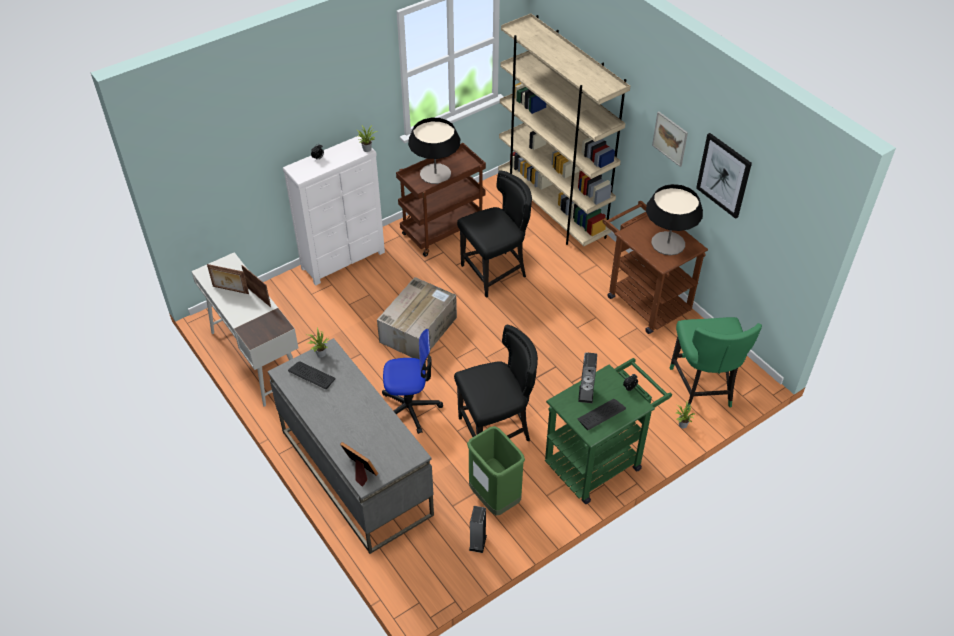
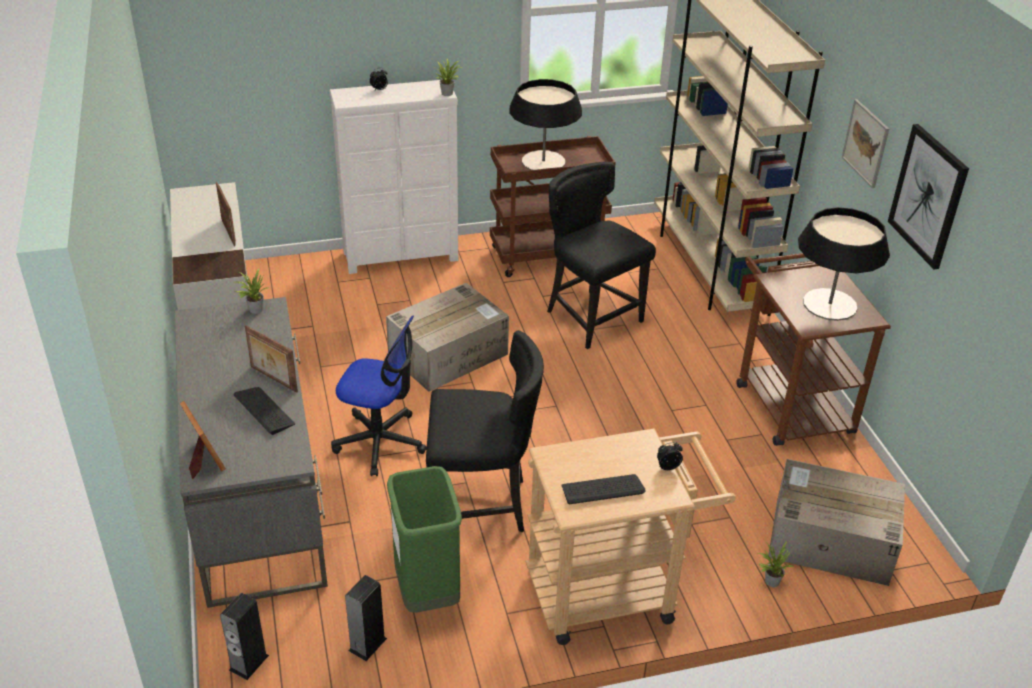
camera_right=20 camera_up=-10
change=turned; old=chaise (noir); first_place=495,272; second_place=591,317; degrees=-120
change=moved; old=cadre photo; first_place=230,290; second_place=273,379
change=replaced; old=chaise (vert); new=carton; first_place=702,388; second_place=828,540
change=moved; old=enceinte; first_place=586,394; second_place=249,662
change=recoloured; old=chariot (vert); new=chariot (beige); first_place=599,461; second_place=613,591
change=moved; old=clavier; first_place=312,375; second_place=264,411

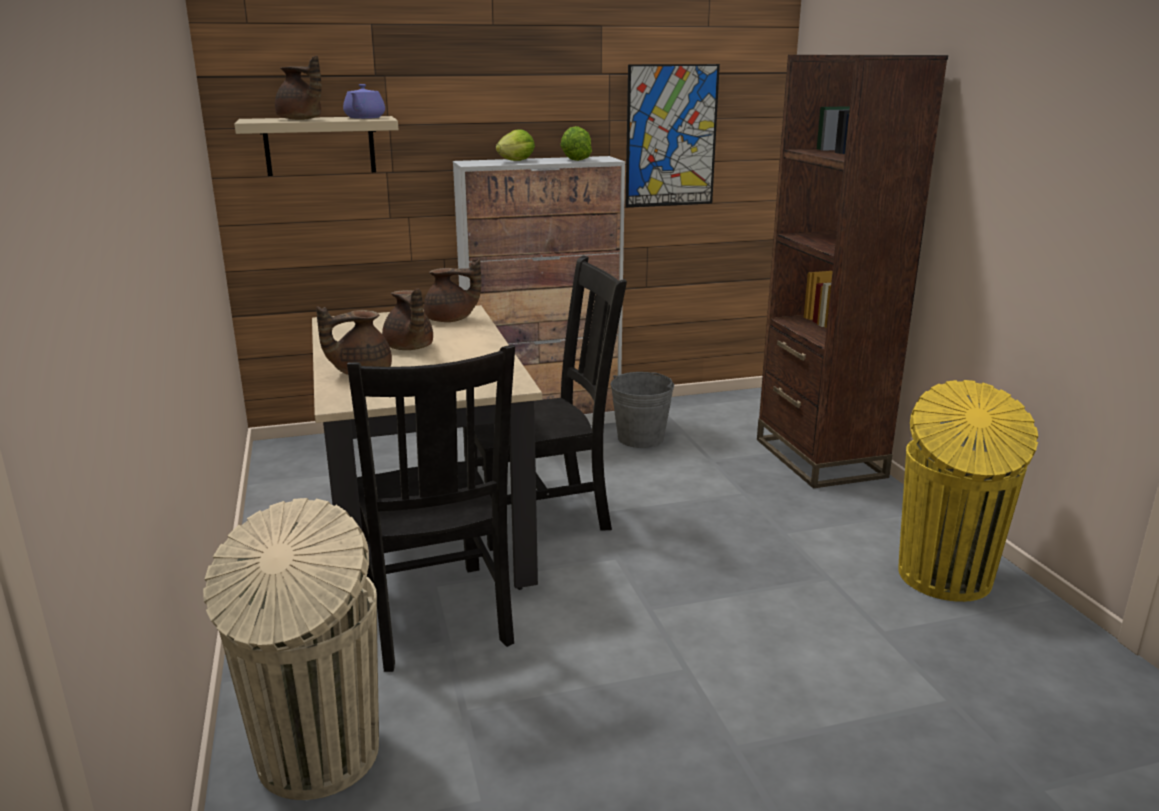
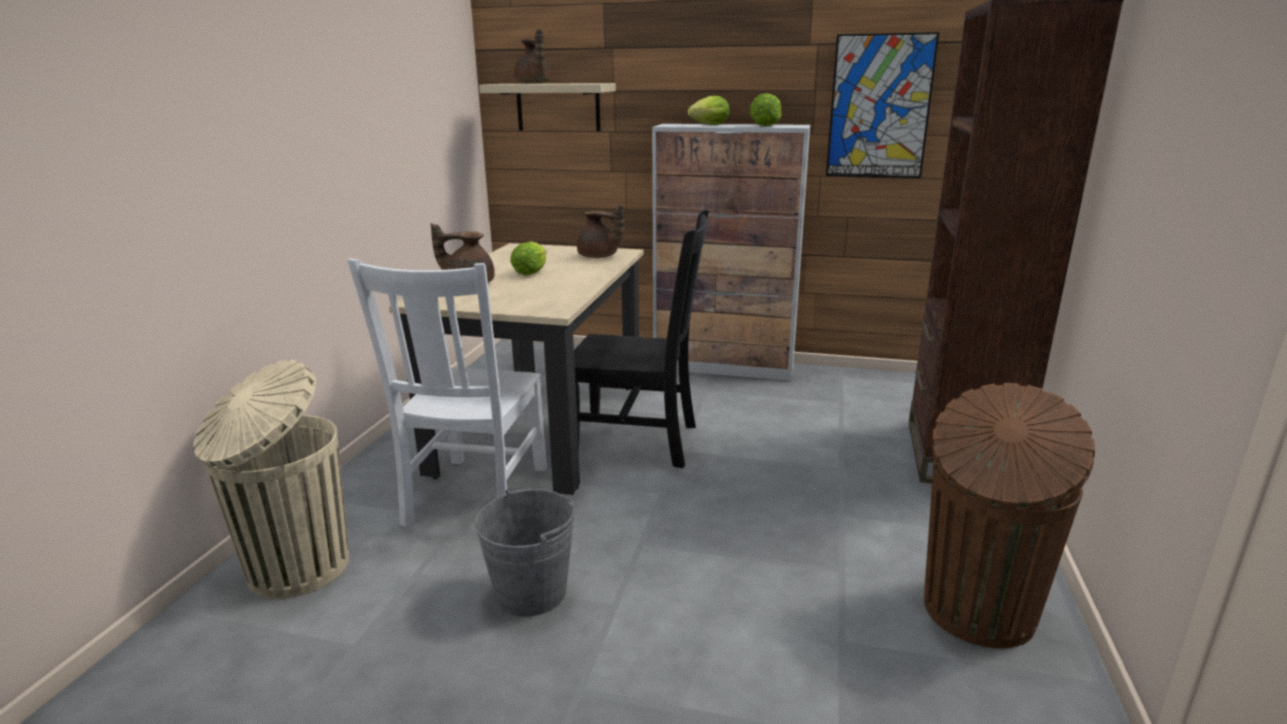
camera_right=30 camera_up=0
change=removed; old=théière (violet); first_place=364,118
change=replaced; old=théière (marron); new=laitue; first_place=409,348; second_place=532,272
change=recoloured; old=chaise (noir); new=chaise (blanc); first_place=435,618; second_place=475,497
change=moved; old=seau (gris); first_place=640,438; second_place=531,592
change=recoloured; old=poubelle (jaune); new=poubelle (marron); first_place=945,578; second_place=977,613

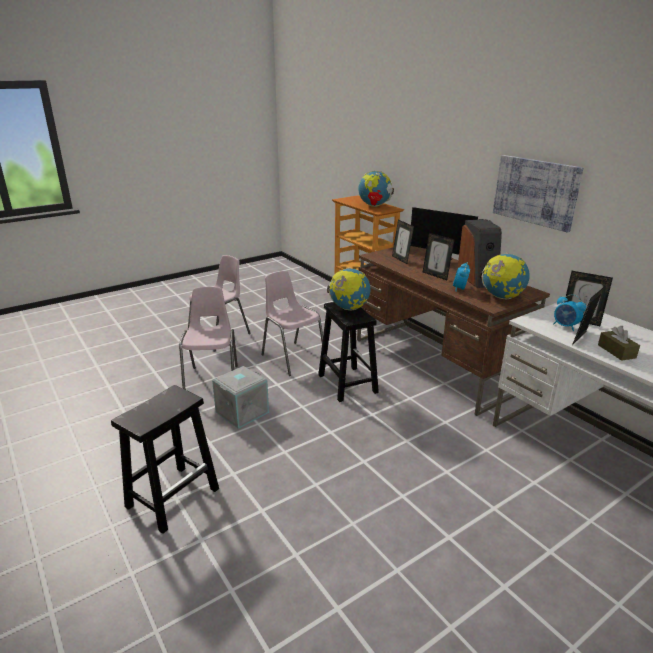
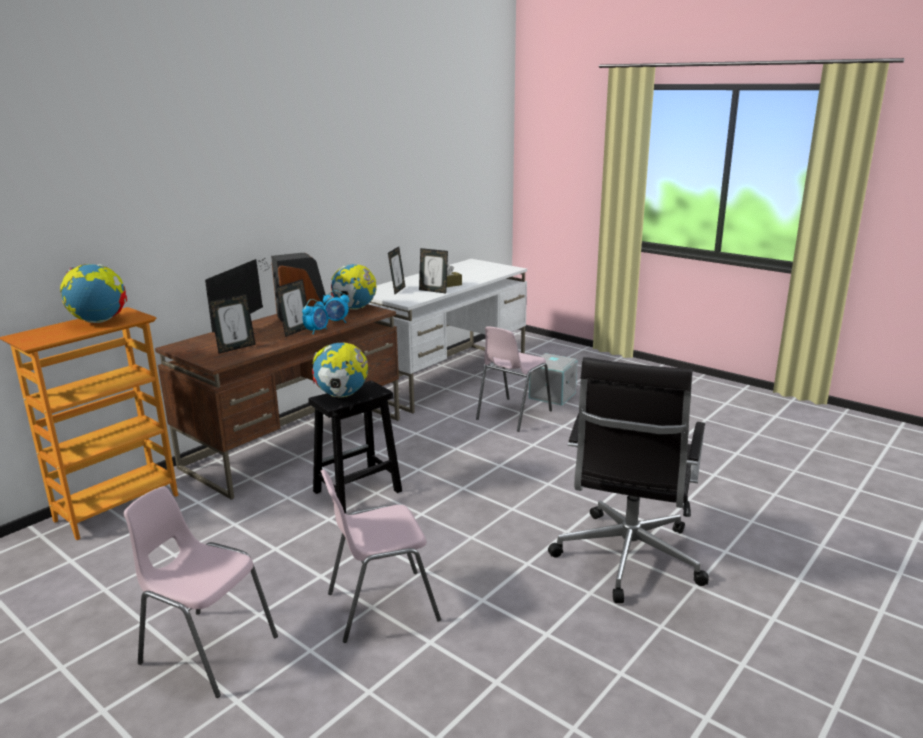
camera_right=-105 camera_up=-5
change=removed; old=tableau; first_place=535,191
change=moved; old=chaise (rose); first_place=293,358; second_place=512,415
change=moved; old=réveil; first_place=565,326; second_place=317,331
change=moved; old=boîte de rangement (gris); first_place=242,411; second_place=551,395
change=replaced; old=tabouret (noir); new=chaise de bureau (noir); first_place=173,497; second_place=627,559

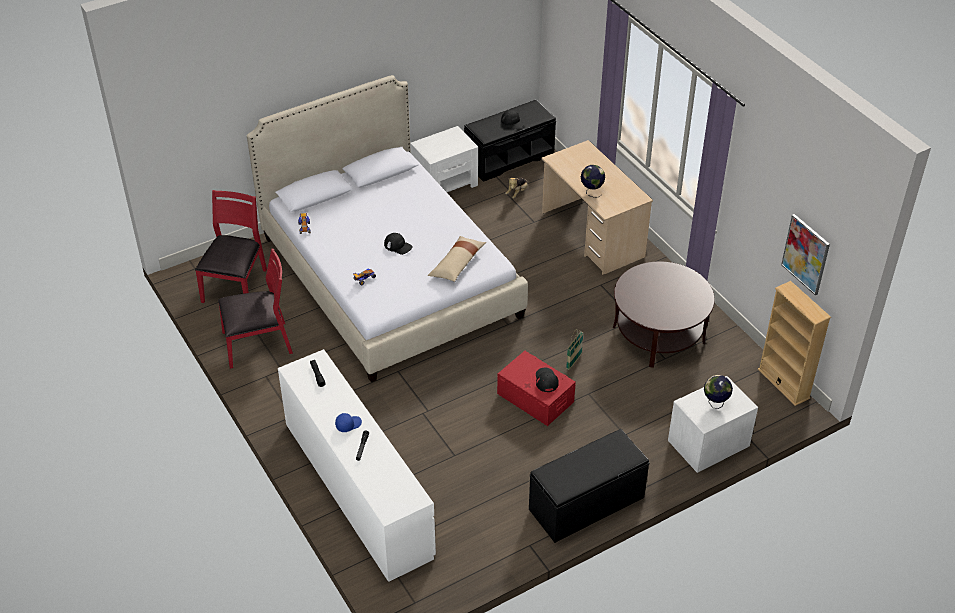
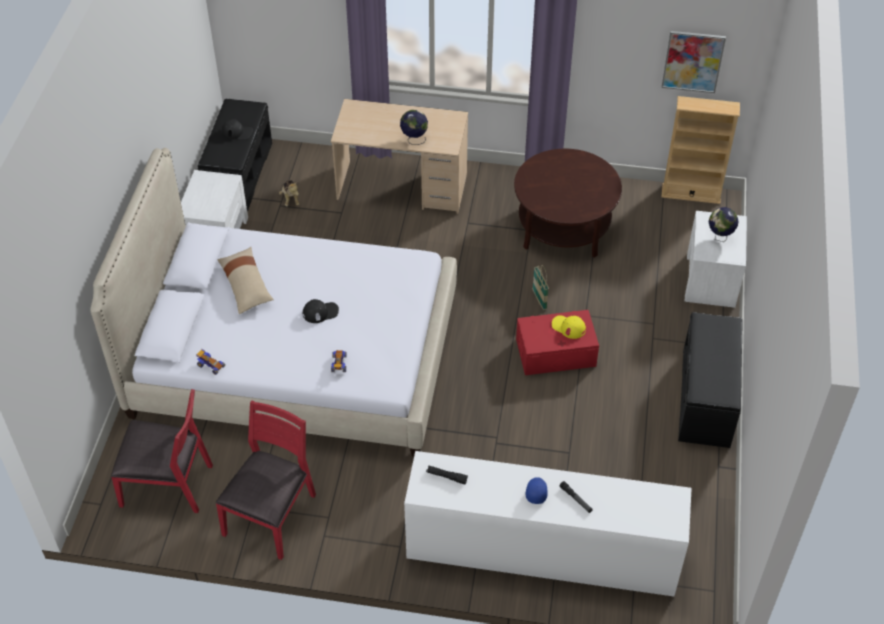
camera_right=-50 camera_up=5
change=turned; old=chaise (rouge); first_place=236,285; second_place=167,484; degrees=135
change=moved; old=coussin (beige); first_place=457,264; second_place=246,286
change=recoloured; old=casquette (noir); new=casquette (jaune); first_place=546,380; second_place=568,327

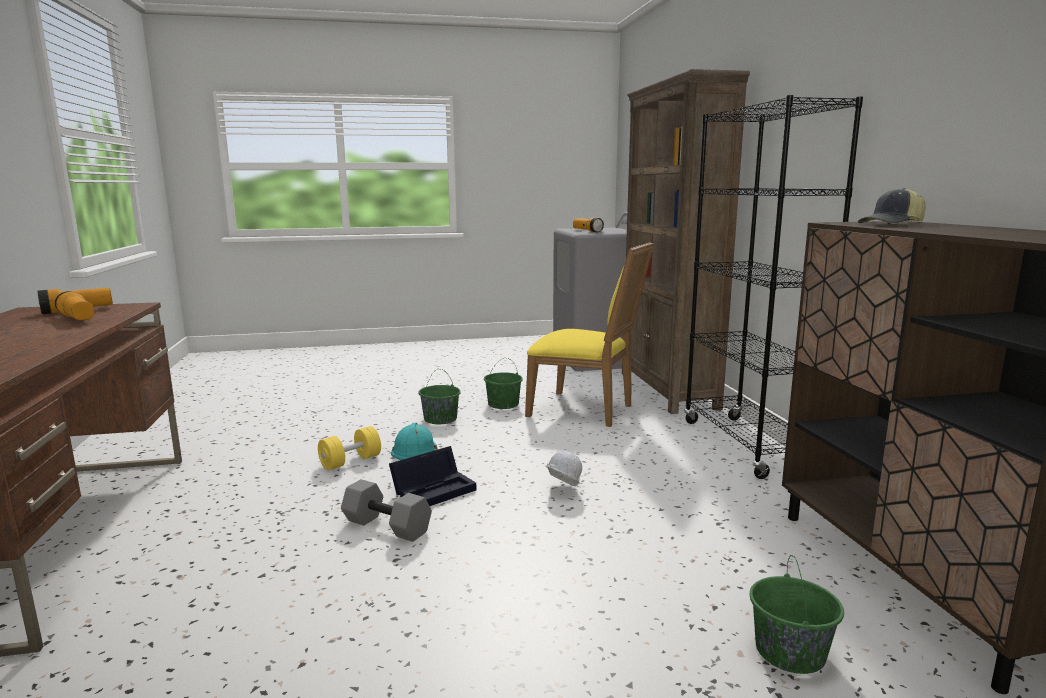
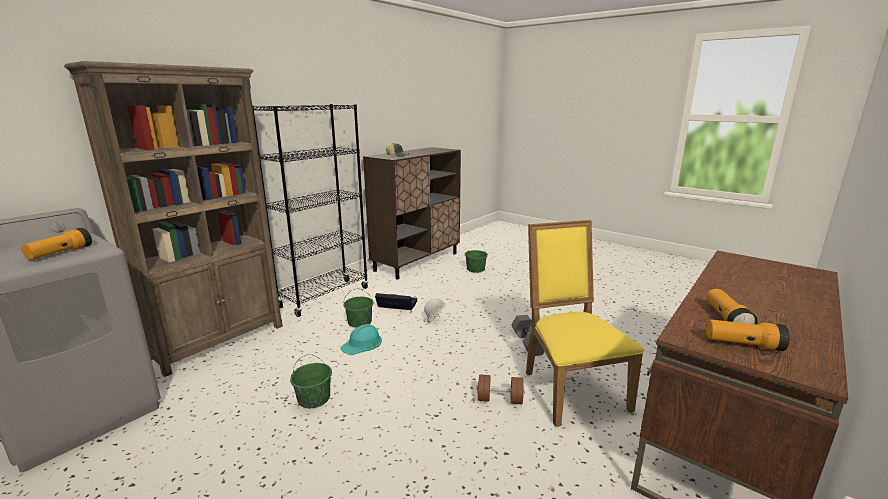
camera_right=-130 camera_up=5
change=moved; old=chaise (jaune); first_place=586,410; second_place=570,388
change=moved; old=seau (vert); first_place=440,419; second_place=360,322
change=moved; old=casque de chantier (turquoise); first_place=414,449; second_place=362,344
change=recoloured; old=haltère (jaune); new=haltère (marron); first_place=350,461; second_place=499,399
change=moved; old=boîte de rangement (noir); first_place=435,489; second_place=395,305

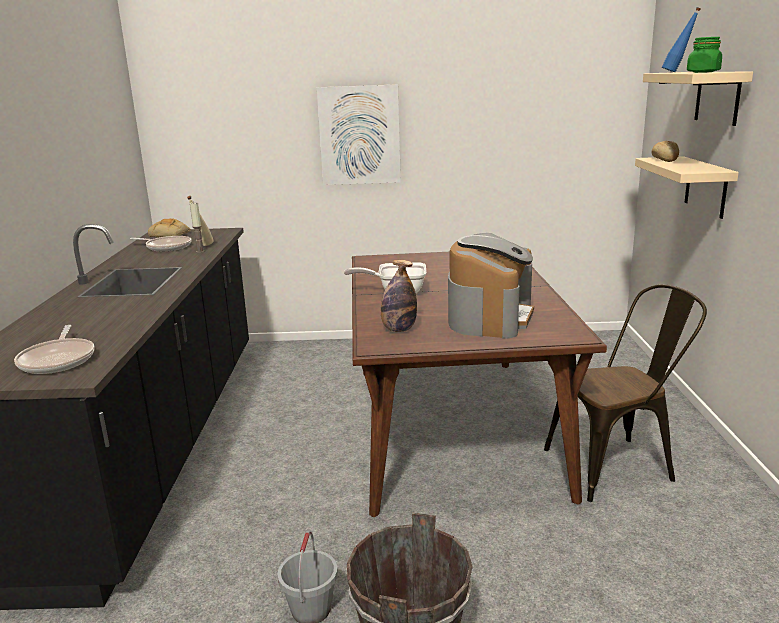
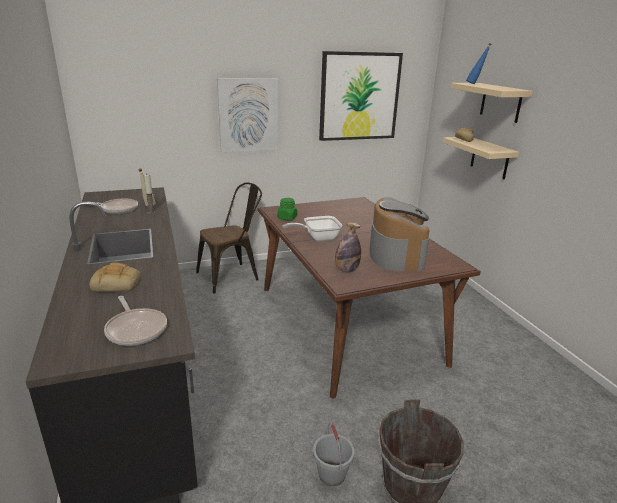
camera_right=-20 camera_up=5
change=moved; old=bocal (vert); first_place=703,72; second_place=287,218
change=moved; old=pain; first_place=171,234; second_place=117,283
change=moved; old=chaise (marron); first_place=617,465; second_place=232,275
change=added; new=tableau; second_place=359,96

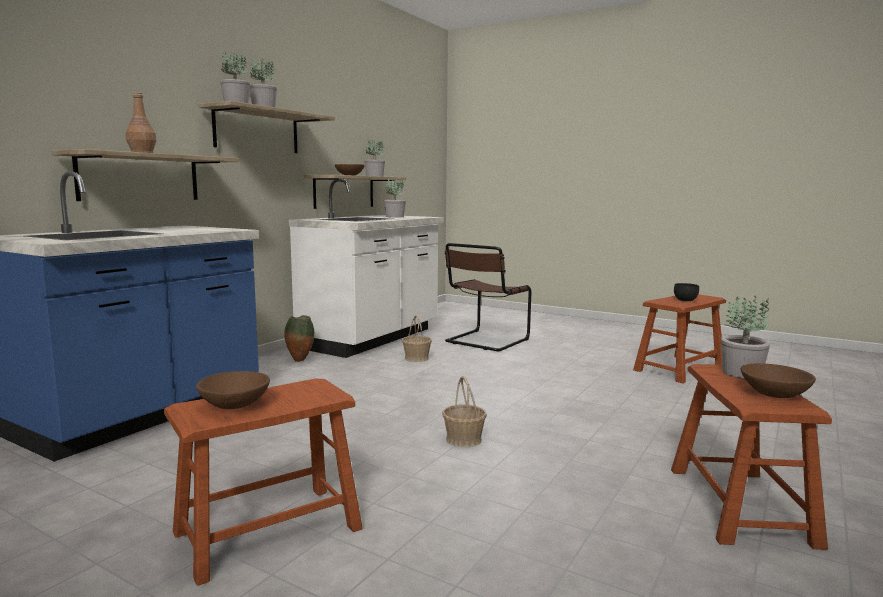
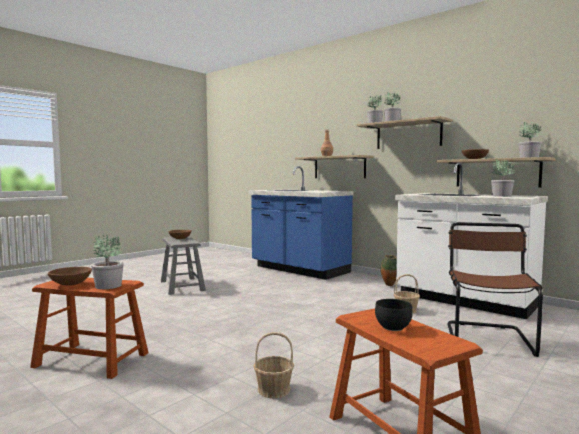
camera_right=100 camera_up=-5
change=turned; old=chaise (marron); first_place=485,341; second_place=487,337; degrees=60
change=moved; old=panier; first_place=463,440; second_place=273,389
change=recoloured; old=tabouret (marron); new=tabouret (gris); first_place=268,530; second_place=182,286

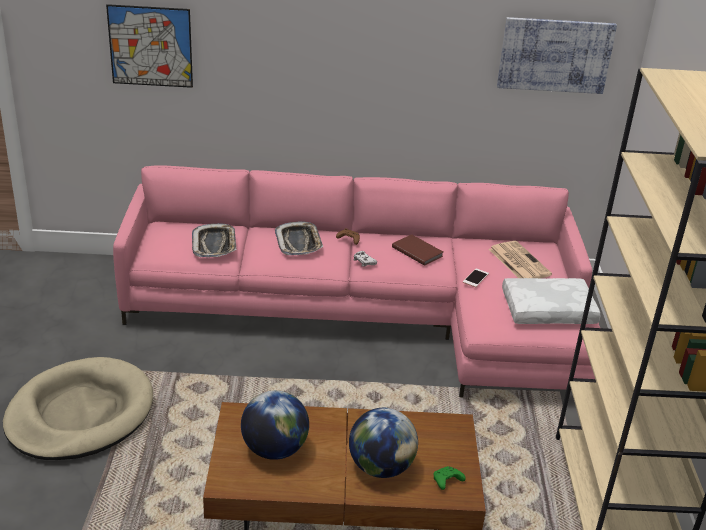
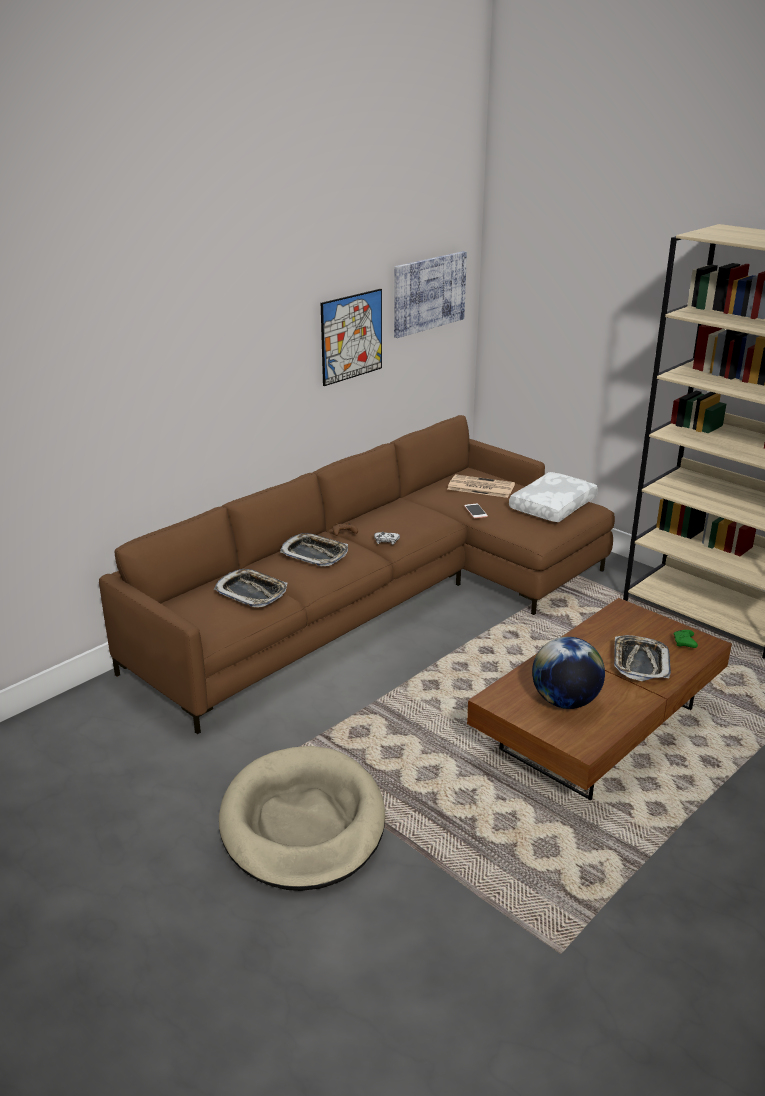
camera_right=-45 camera_up=-5
change=moved; old=tableau; first_place=150,46; second_place=351,336
change=recoloured; old=canapé (rose); new=canapé (marron); first_place=374,315; second_place=382,599
change=removed; old=livre (marron); first_place=417,251
change=replaced; old=globe; new=plateau; first_place=381,467; second_place=640,663

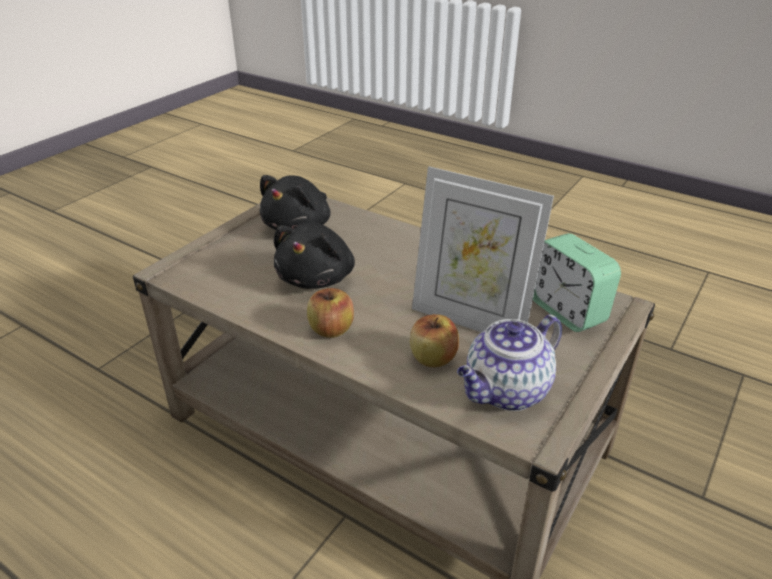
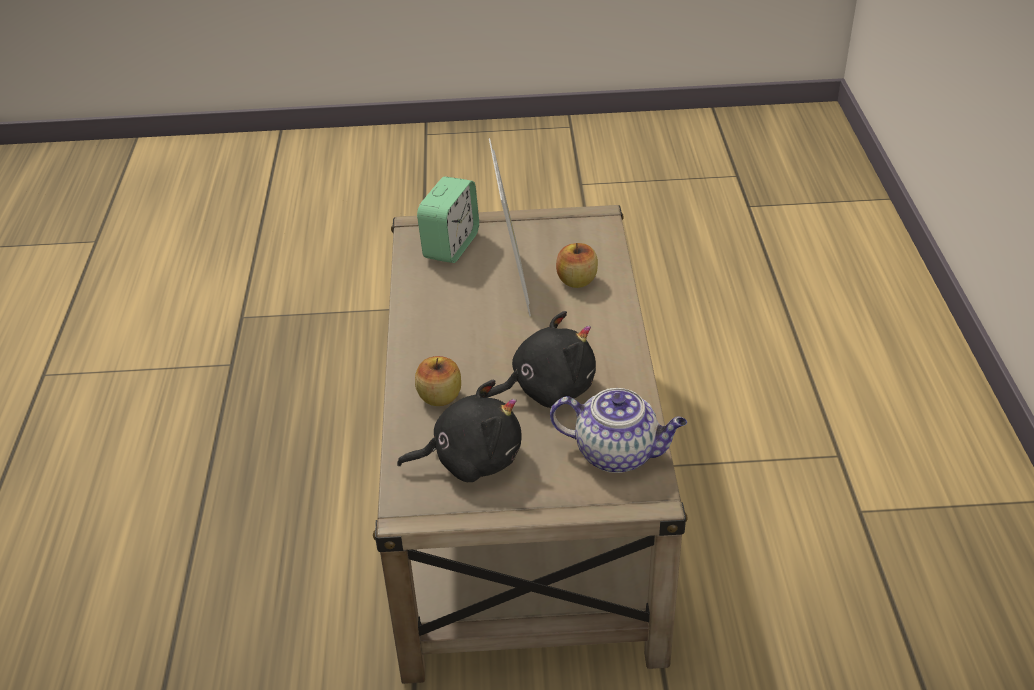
camera_right=-125 camera_up=5
change=moved; old=pomme; first_place=331,329; second_place=439,397
change=moved; old=théière; first_place=506,392; second_place=618,453

